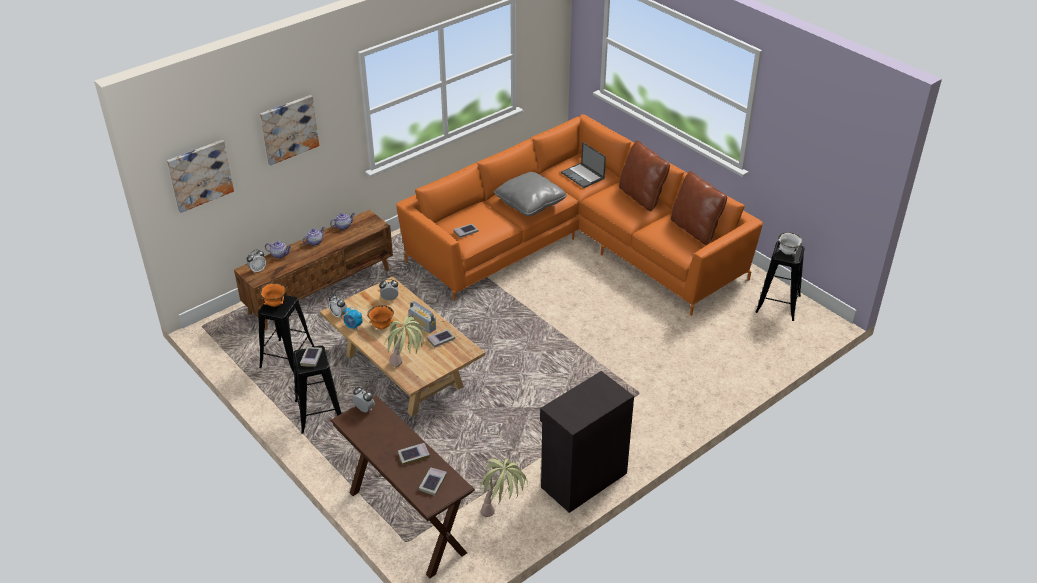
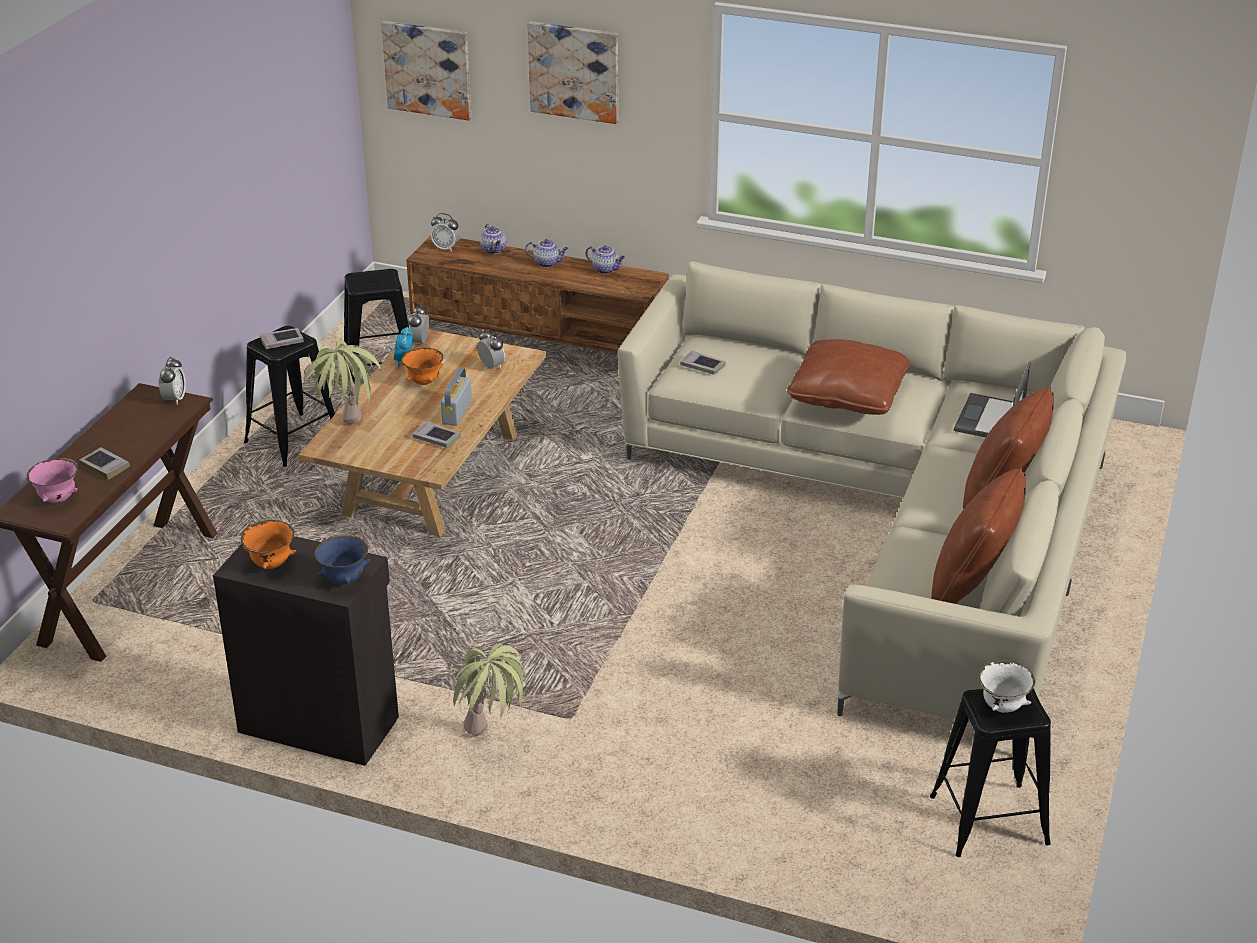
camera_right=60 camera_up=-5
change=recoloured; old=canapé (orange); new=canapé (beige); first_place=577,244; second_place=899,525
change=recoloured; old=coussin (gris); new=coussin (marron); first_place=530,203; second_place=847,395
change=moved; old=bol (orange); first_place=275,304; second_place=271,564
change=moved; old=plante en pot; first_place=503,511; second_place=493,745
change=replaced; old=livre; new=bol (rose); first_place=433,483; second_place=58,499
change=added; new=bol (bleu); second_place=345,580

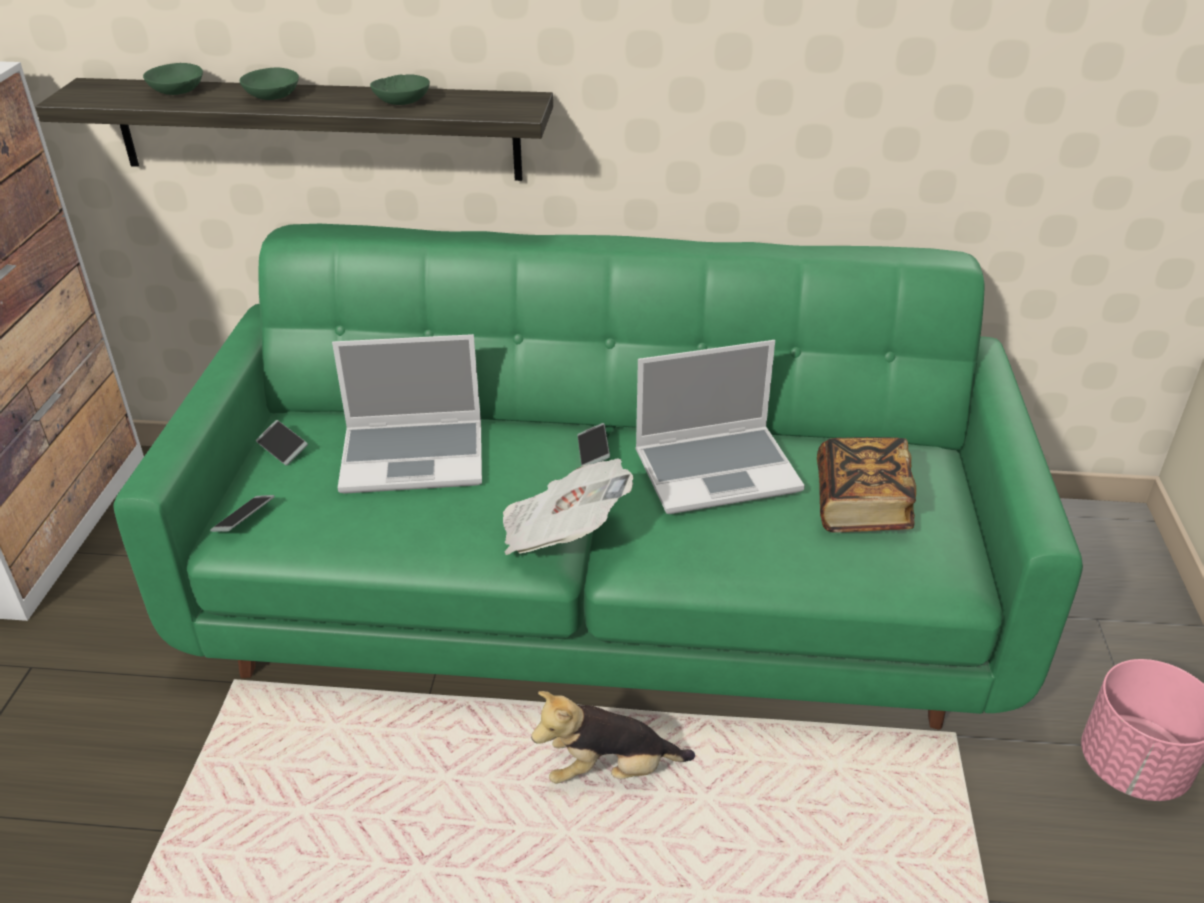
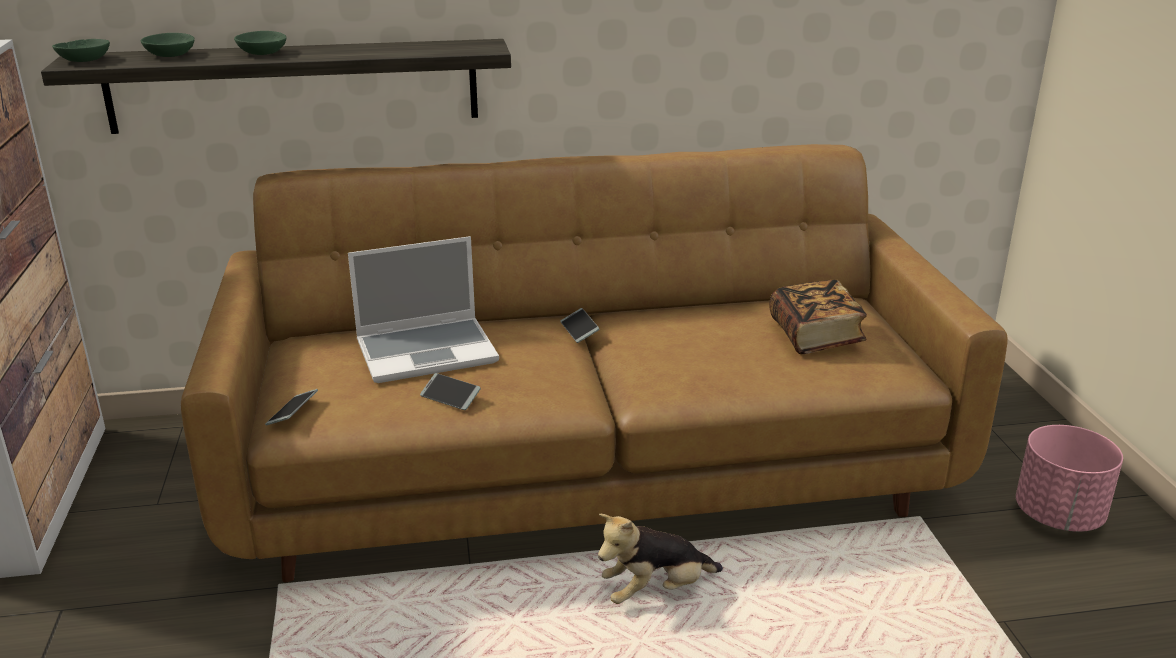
camera_right=-15 camera_up=-10
change=moved; old=bol (vert); first_place=402,102; second_place=85,60
change=recoloured; old=canapé (vert); new=canapé (marron); first_place=602,586; second_place=588,463
change=removed; old=ordinateur portable; first_place=718,470
change=moved; old=téléphone; first_place=282,448; second_place=450,397
change=removed; old=journal; first_place=562,534

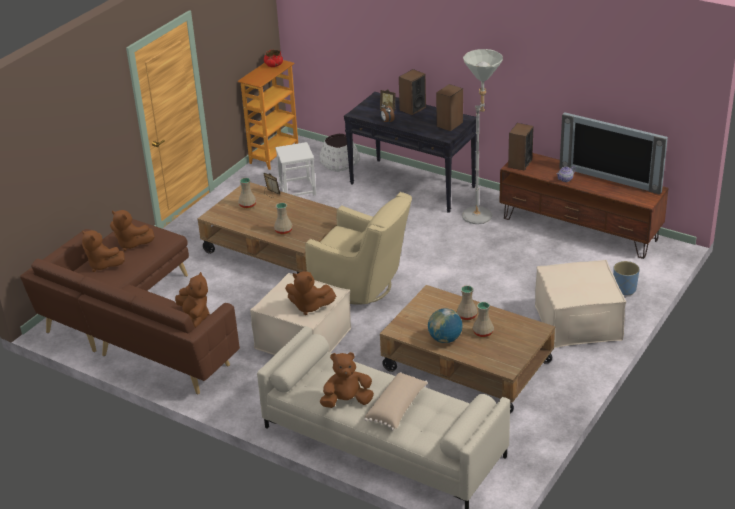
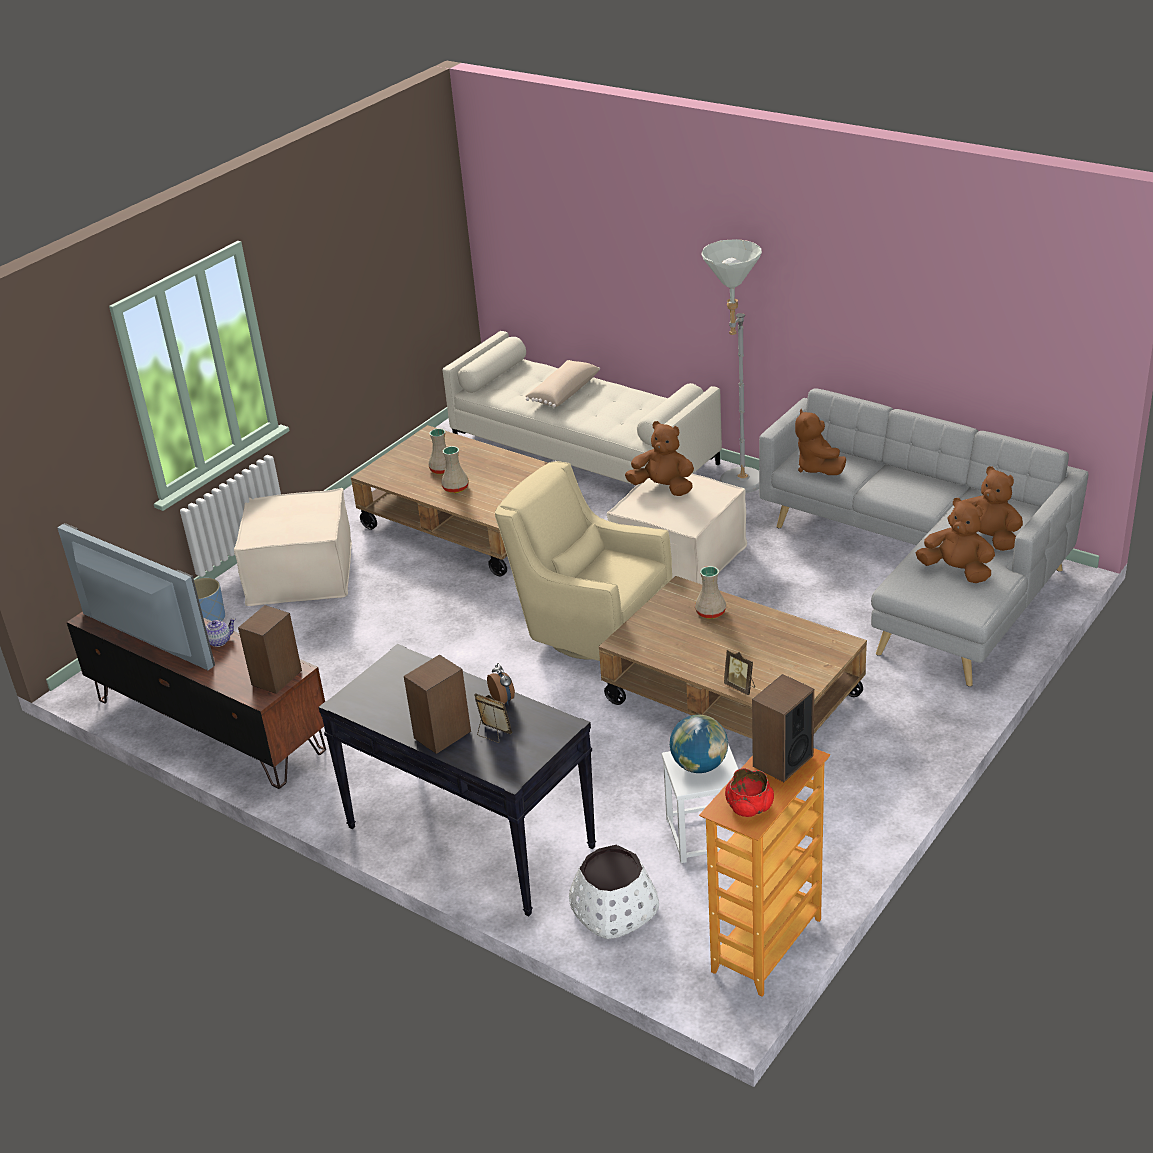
camera_right=-175 camera_up=0
change=moved; old=lampadaire (gris); first_place=480,213; second_place=737,486
change=moved; old=enceinte; first_place=450,124; second_place=782,761
change=removed; old=vase (beige); first_place=248,205
change=recoloured; old=canapé (marron); new=canapé (gris); first_place=137,328; second_place=925,573
change=moved; old=globe; first_place=445,339; second_place=699,765
change=removed; old=peluche (marron); first_place=347,401

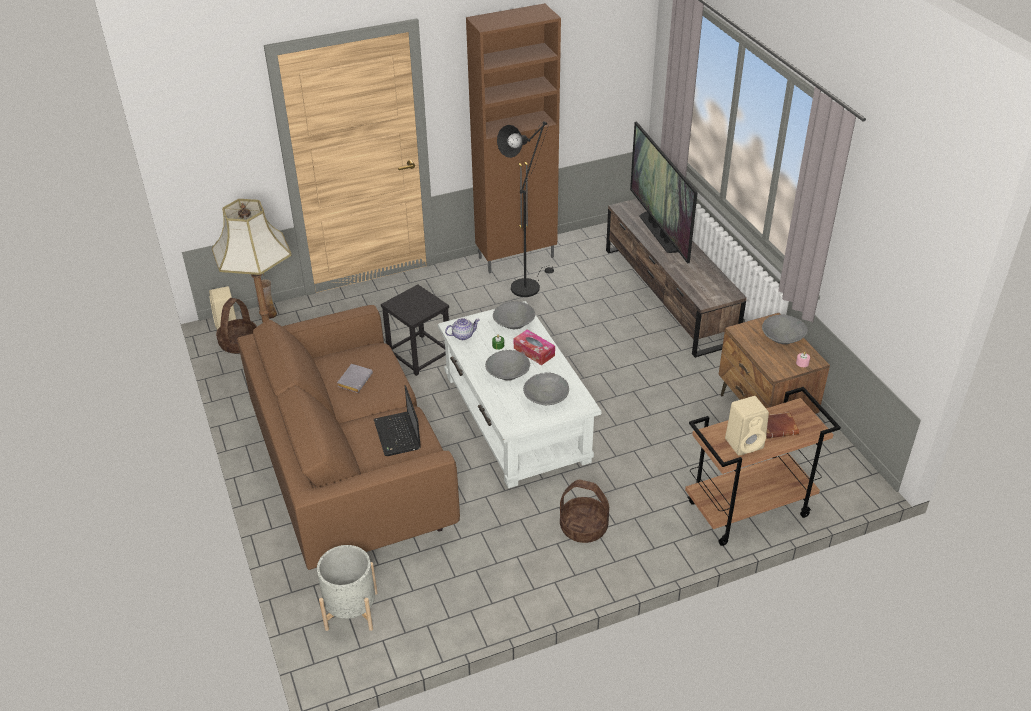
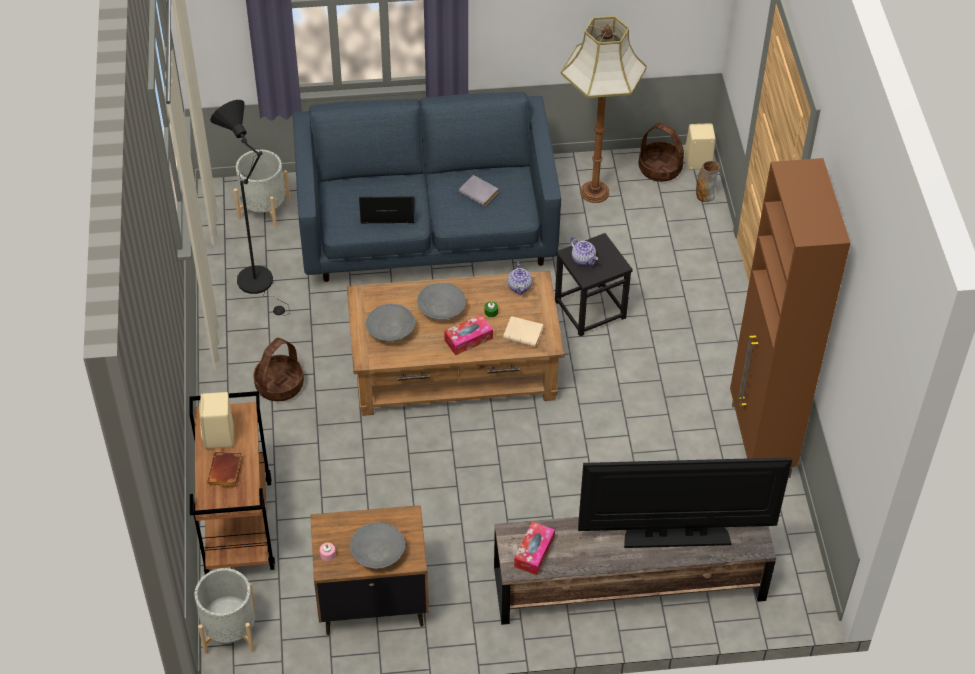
camera_right=105 camera_up=10
change=moved; old=lampadaire (noir); first_place=528,285; second_place=260,284
change=recoloured; old=table basse (blanc); new=table basse (marron); first_place=515,417; second_place=455,370
change=replaced; old=bol (gris); new=livre (beige); first_place=514,323; second_place=524,333
change=recoloured; old=canapé (marron); new=canapé (bleu); first_place=353,473; second_place=426,231
change=added; new=théière; second_place=583,259
change=added; new=boîte à mouchoirs; second_place=534,552
change=added; new=cache-pot (gris); second_place=230,631

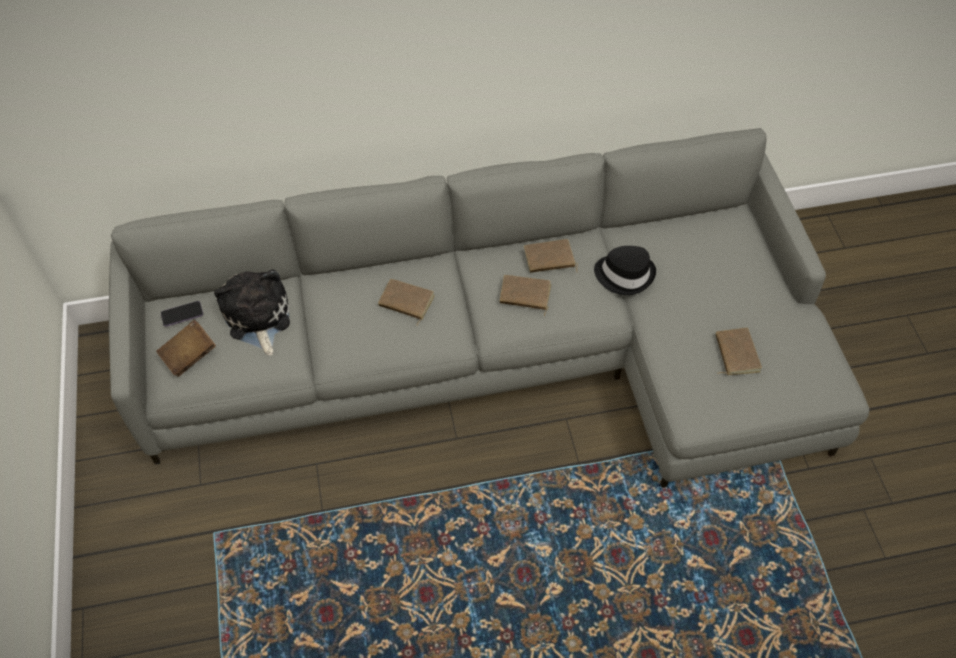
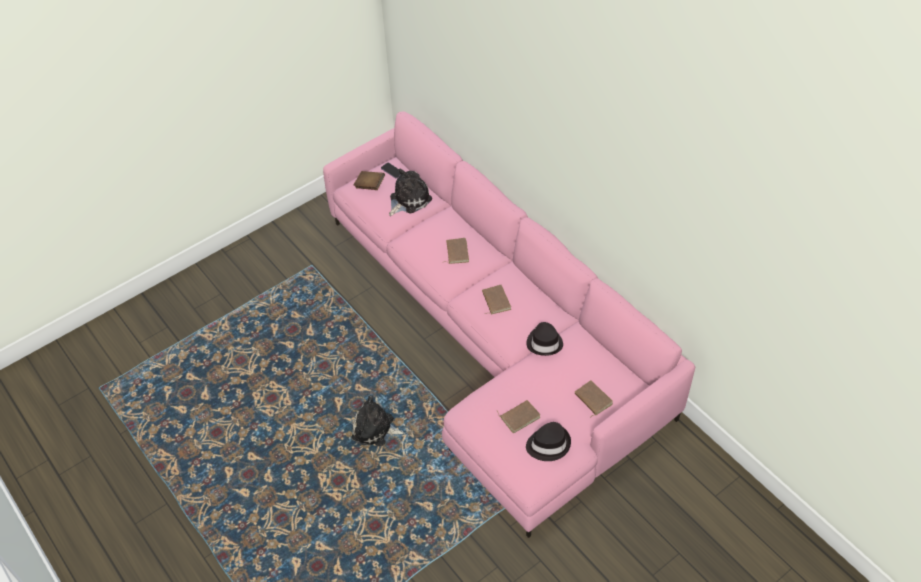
camera_right=65 camera_up=-5
change=recoloured; old=canapé (gris); new=canapé (rose); first_place=506,354; second_place=495,338
change=moved; old=livre (marron); first_place=549,259; second_place=592,399
change=added; new=peluche; second_place=376,430
change=added; new=chapeau (noir); second_place=548,444

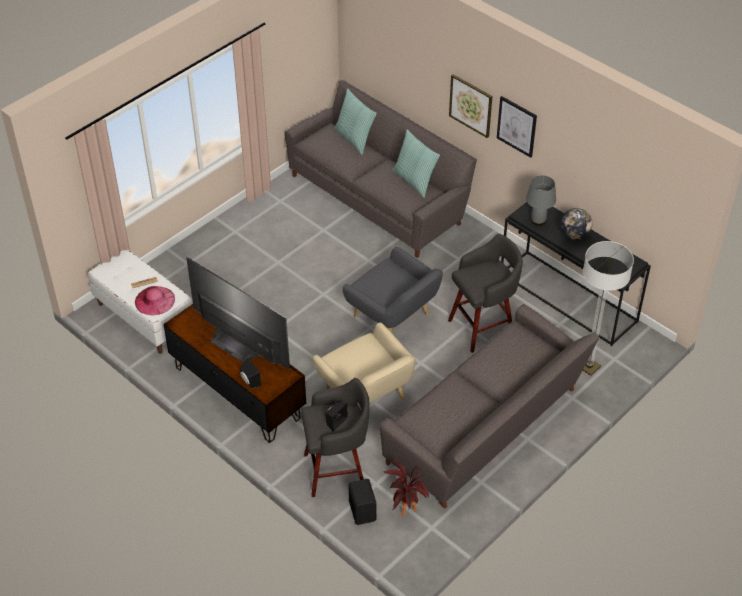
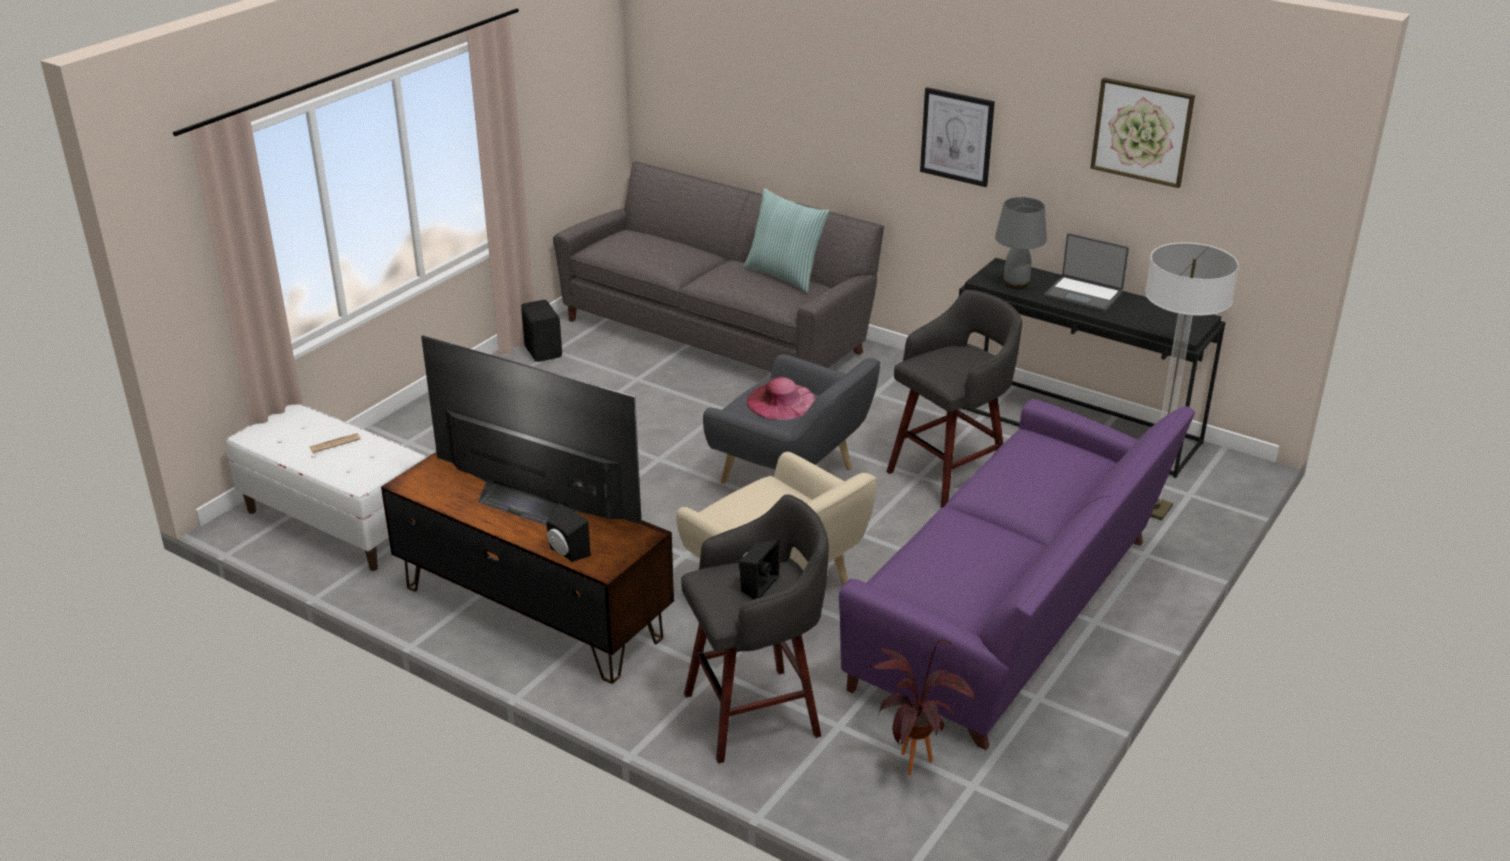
camera_right=-10 camera_up=-15
change=moved; old=tableau; first_place=471,105; second_place=1142,132
change=removed; old=coussin; first_place=354,139
change=replaced; old=globe; new=ordinateur portable; first_place=574,235; second_place=1084,295
change=moved; old=chapeau (rose); first_place=154,300; second_place=781,401
change=recoloured; old=canapé (gris); new=canapé (violet); first_place=486,429; second_place=1014,615
change=moved; old=enceinte (noir); first_place=363,511; second_place=543,350

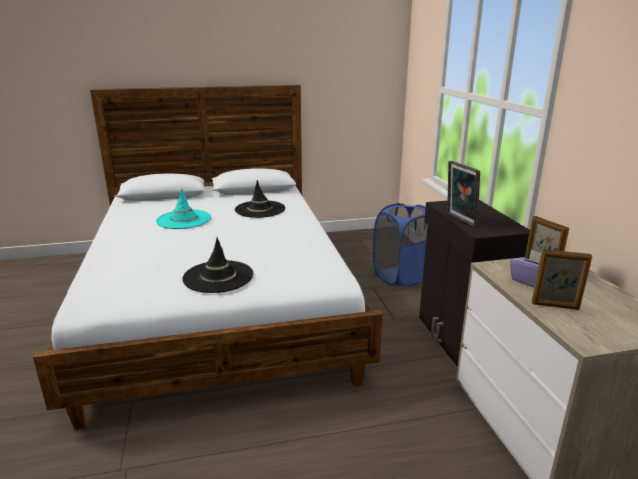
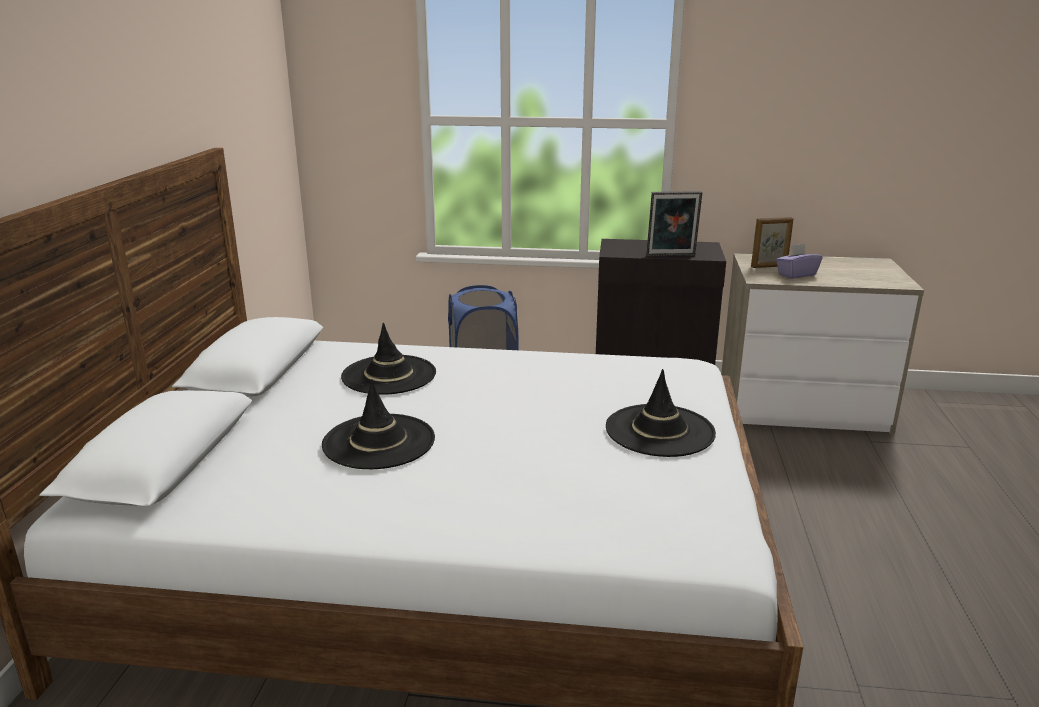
camera_right=-70 camera_up=0
change=recoloured; old=chapeau (turquoise); new=chapeau (noir); first_place=184,220; second_place=379,442
change=removed; old=cadre photo; first_place=555,306

